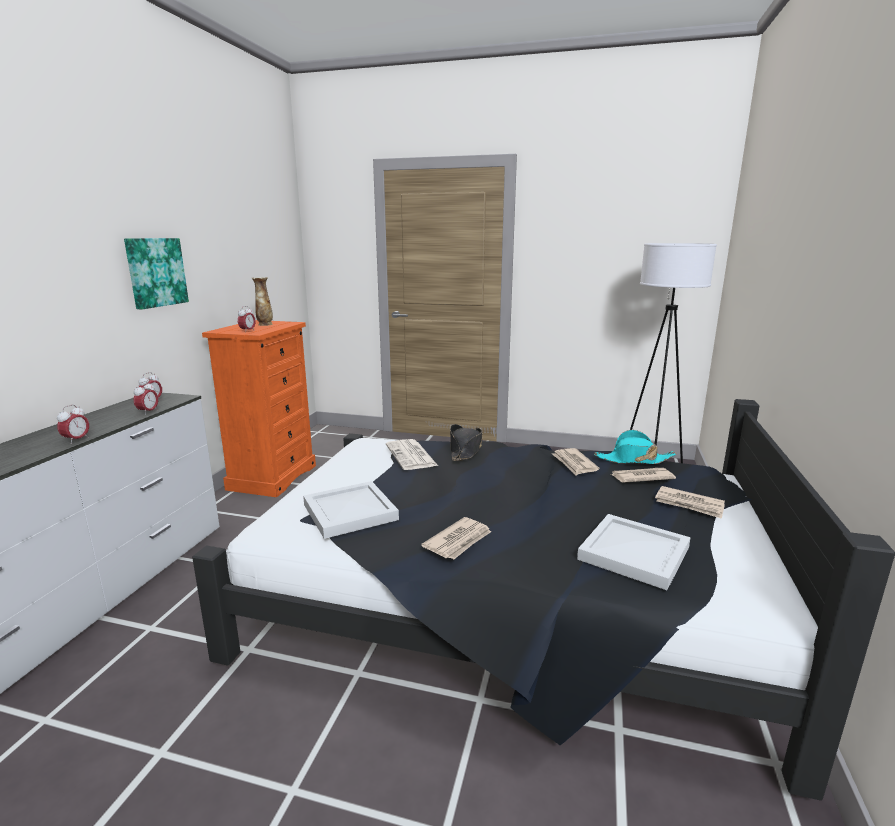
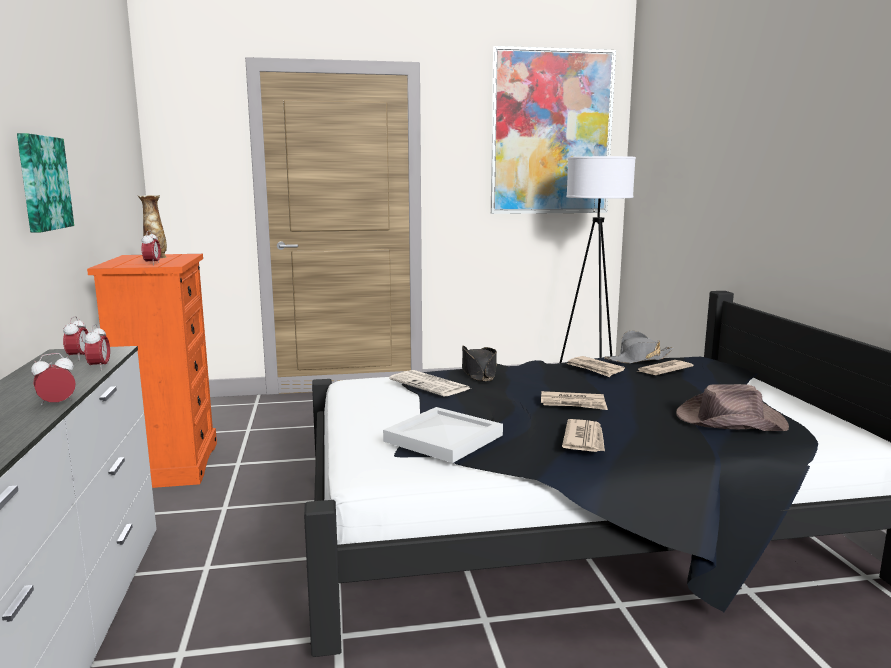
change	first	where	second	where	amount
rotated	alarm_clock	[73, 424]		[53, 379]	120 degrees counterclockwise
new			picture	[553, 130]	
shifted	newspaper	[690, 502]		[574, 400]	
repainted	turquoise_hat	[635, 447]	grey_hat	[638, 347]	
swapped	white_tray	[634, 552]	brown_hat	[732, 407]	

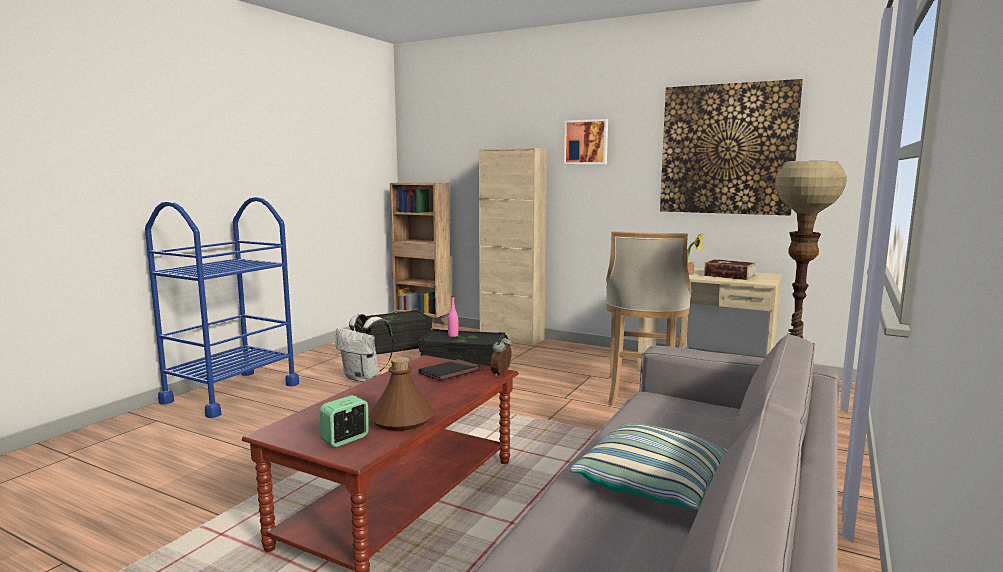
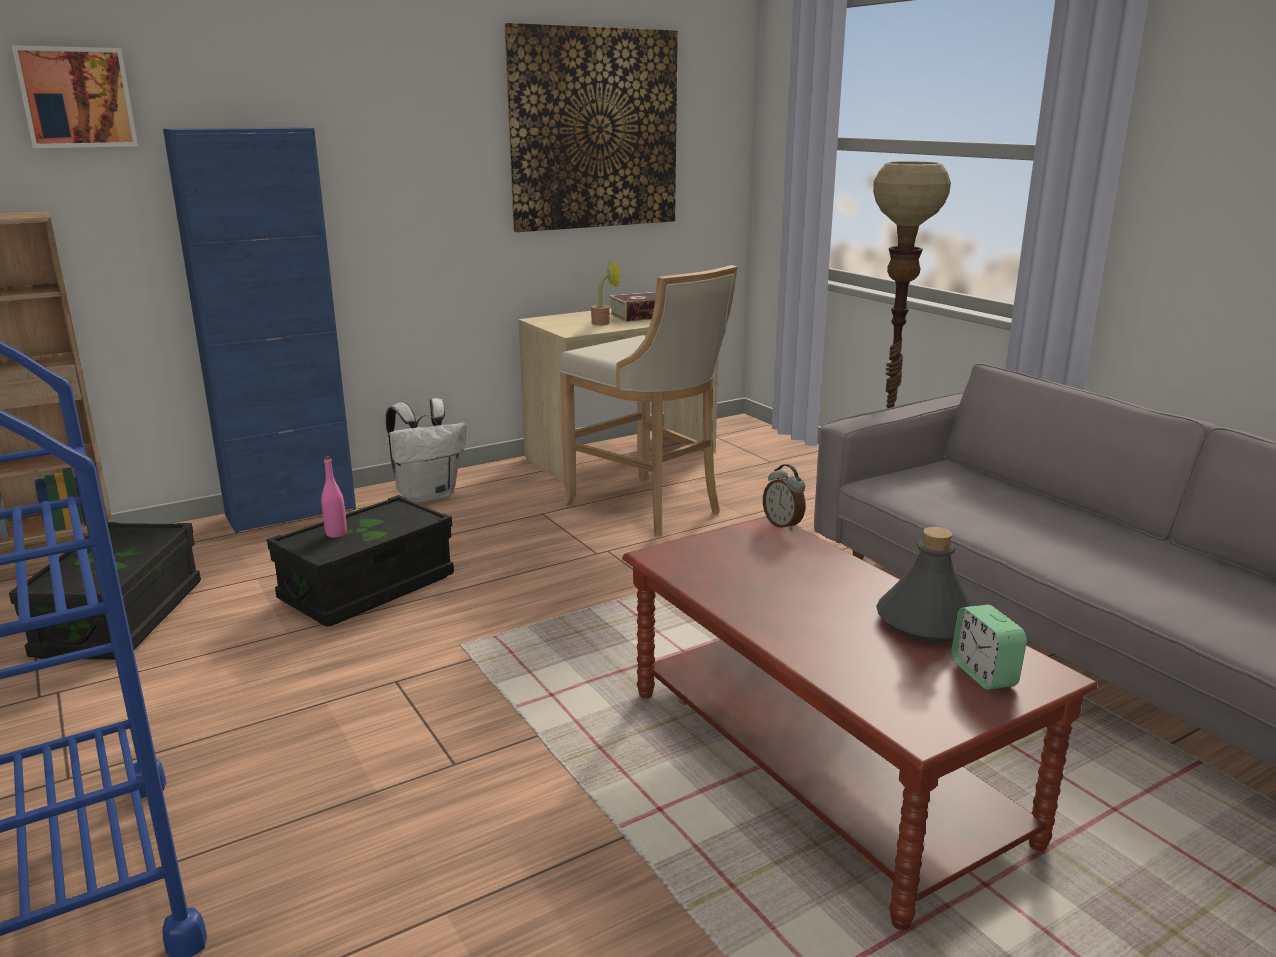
change	first	where	second	where	amount
shifted	picture	[586, 141]		[75, 96]	
repainted	beige_cabinet	[512, 247]	blue_cabinet	[259, 330]	
shifted	white_backpack	[364, 348]		[426, 451]	
repainted	brown_bottle	[401, 394]	grey_bottle	[925, 585]	
gone	black_book	[449, 370]			
gone	pillow	[649, 466]			

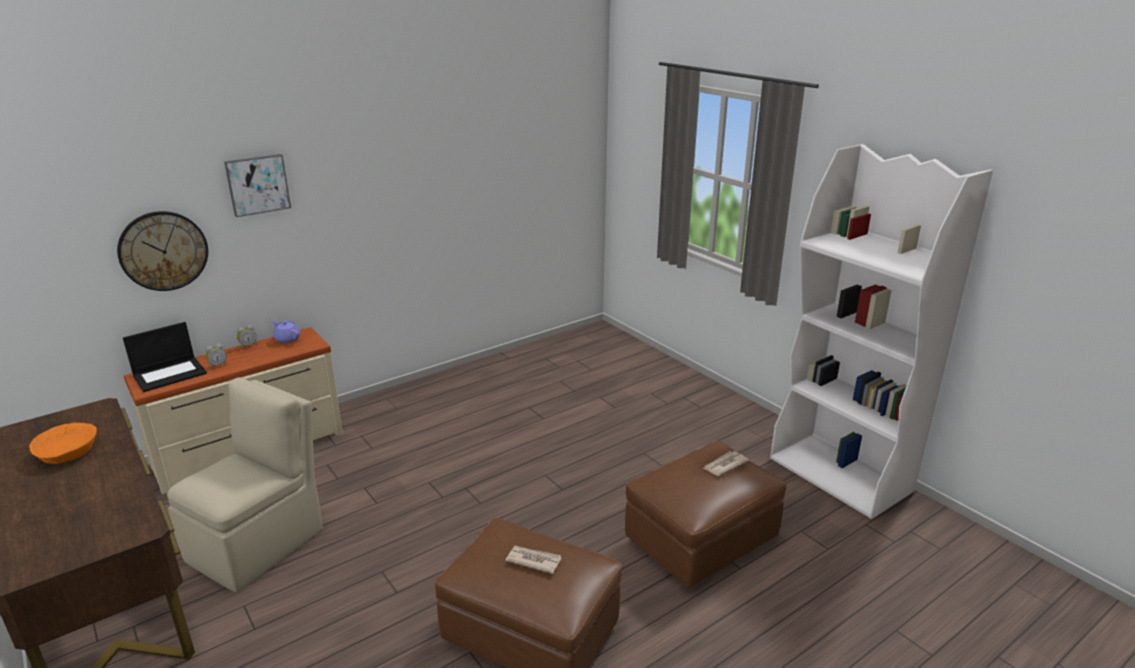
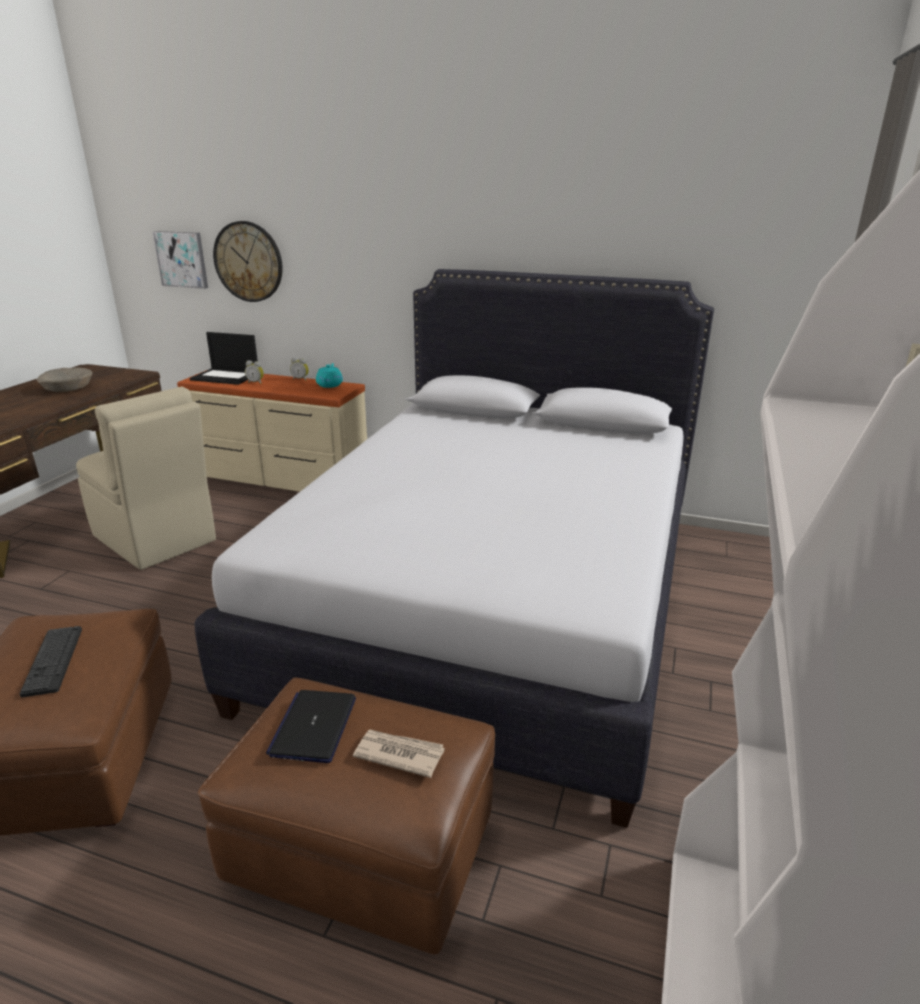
change	first	where	second	where	amount
swapped	newspaper	[533, 560]	keyboard	[50, 661]	
repainted	orange_bowl	[63, 443]	beige_bowl	[65, 379]	
rotated	beige_chair	[245, 484]		[146, 478]	45 degrees clockwise
shifted	picture	[257, 185]		[180, 260]	
new			white_bed	[454, 548]	
new			laptop	[311, 726]	
repainted	purple_teapot	[286, 331]	turquoise_teapot	[329, 375]	

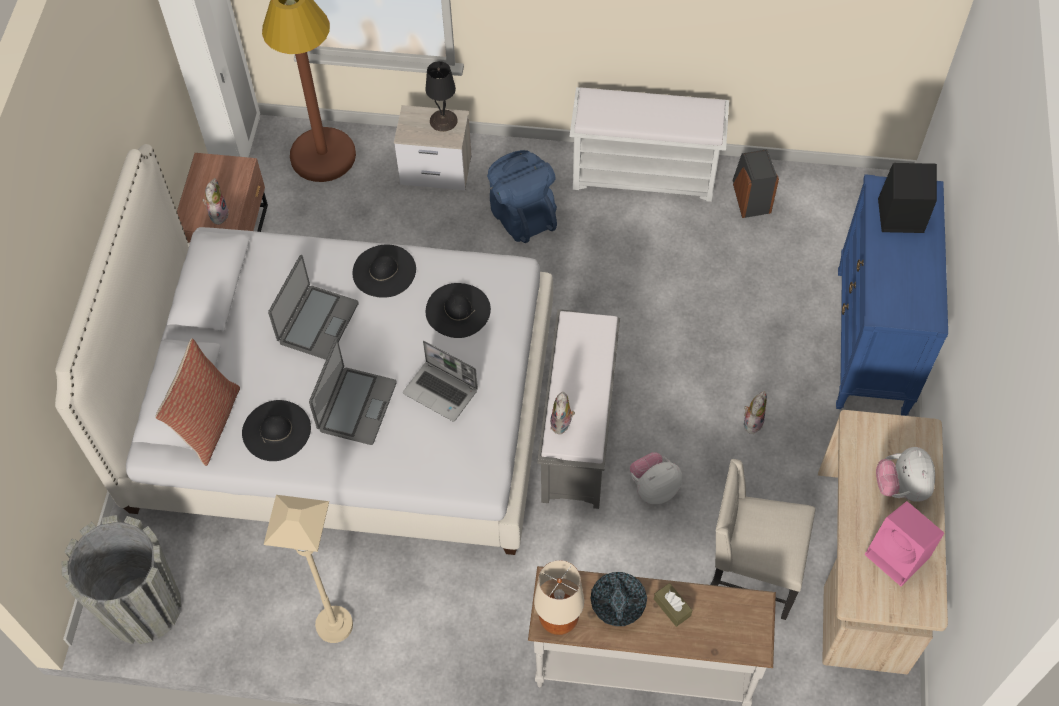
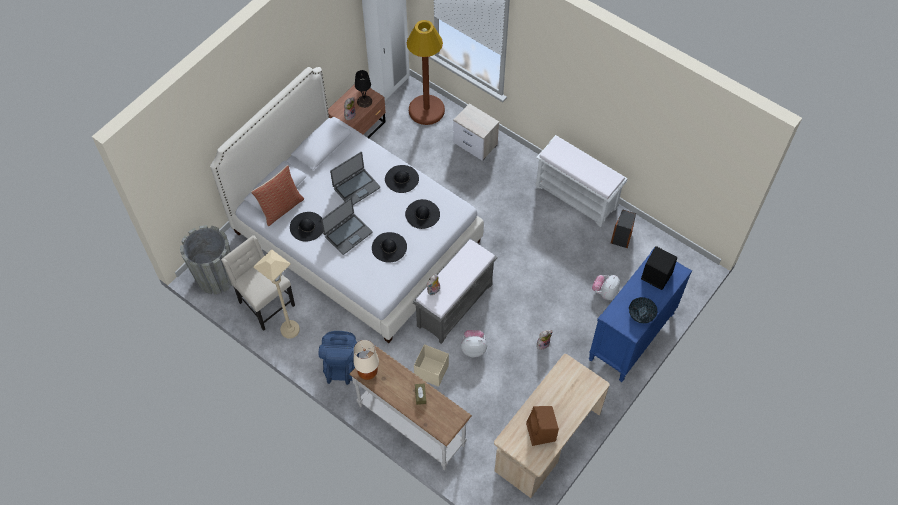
change	first	where	second	where	amount
shifted	beige_chair	[763, 539]		[258, 283]	
shifted	blue_backpack	[522, 196]		[339, 358]	
shifted	black_table_lamp	[442, 96]		[363, 89]	
swapped	laptop	[440, 381]	black_hat	[389, 247]	
new			beige_storage_box	[431, 365]	
repainted	pink_speaker	[904, 543]	brown_speaker	[542, 426]	
shifted	plush_toy	[905, 474]		[606, 287]	
shifted	bowl	[619, 599]		[643, 310]	

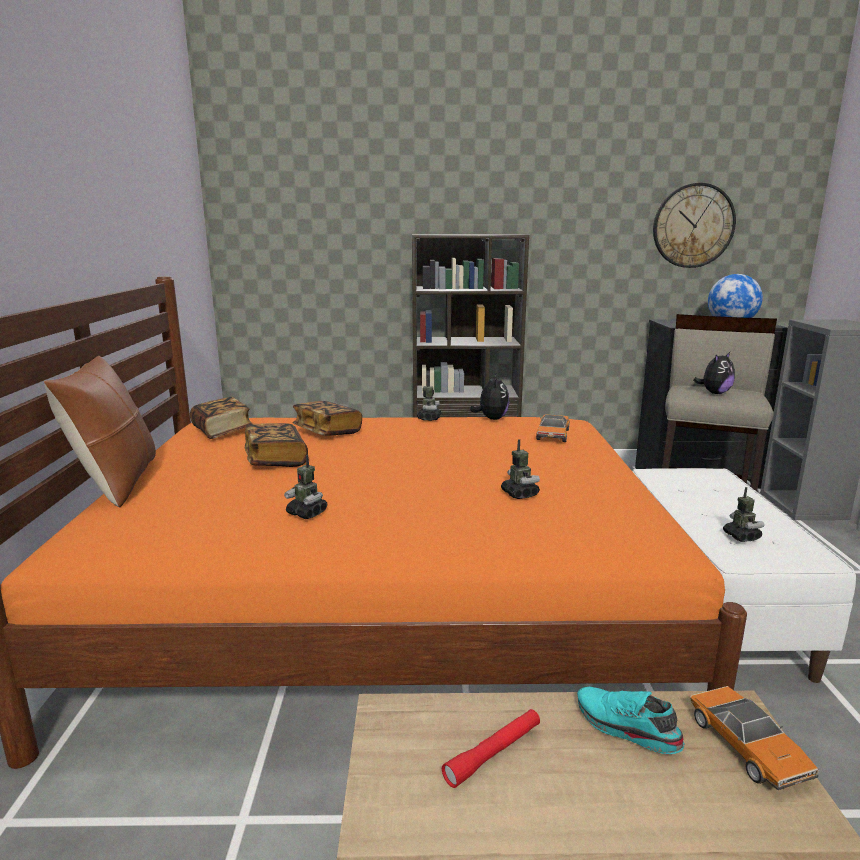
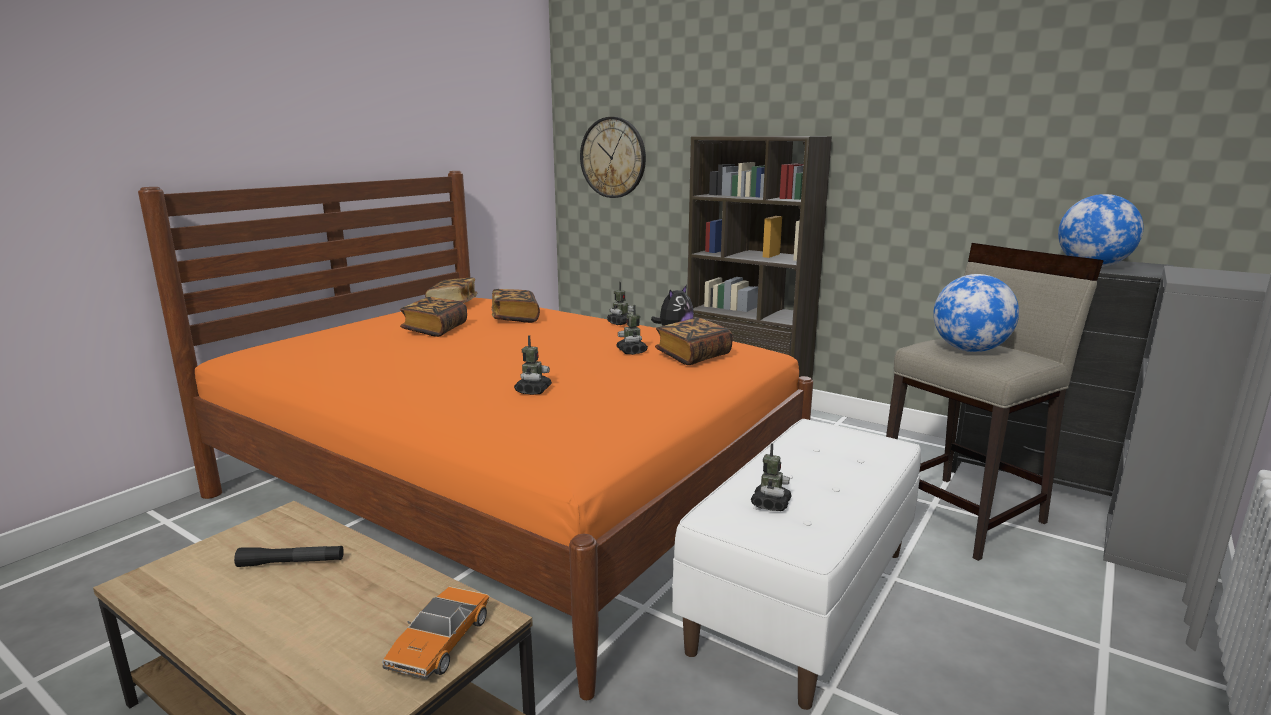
change	first	where	second	where	amount
repainted	red_flashlight	[491, 748]	black_flashlight	[289, 556]	
shifted	wall_clock	[694, 225]		[613, 157]	
shifted	toy_robot	[305, 487]		[632, 330]	
swapped	toy_car	[553, 428]	book	[694, 341]	
swapped	plush_toy	[714, 373]	globe	[976, 313]	
gone	brown_pillow	[100, 431]			
gone	turquoise_shoe	[631, 720]			

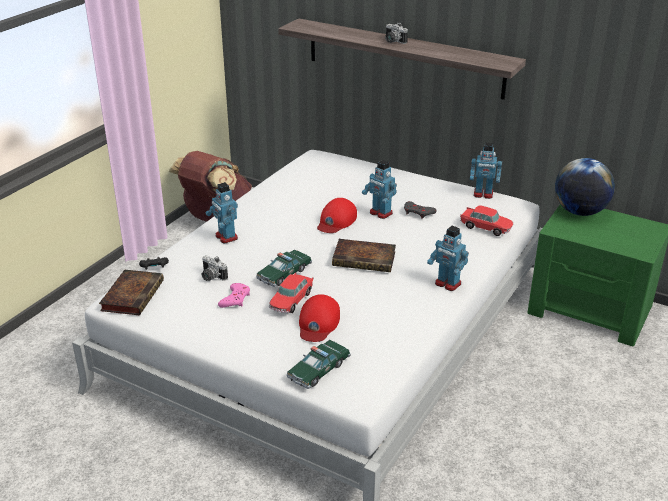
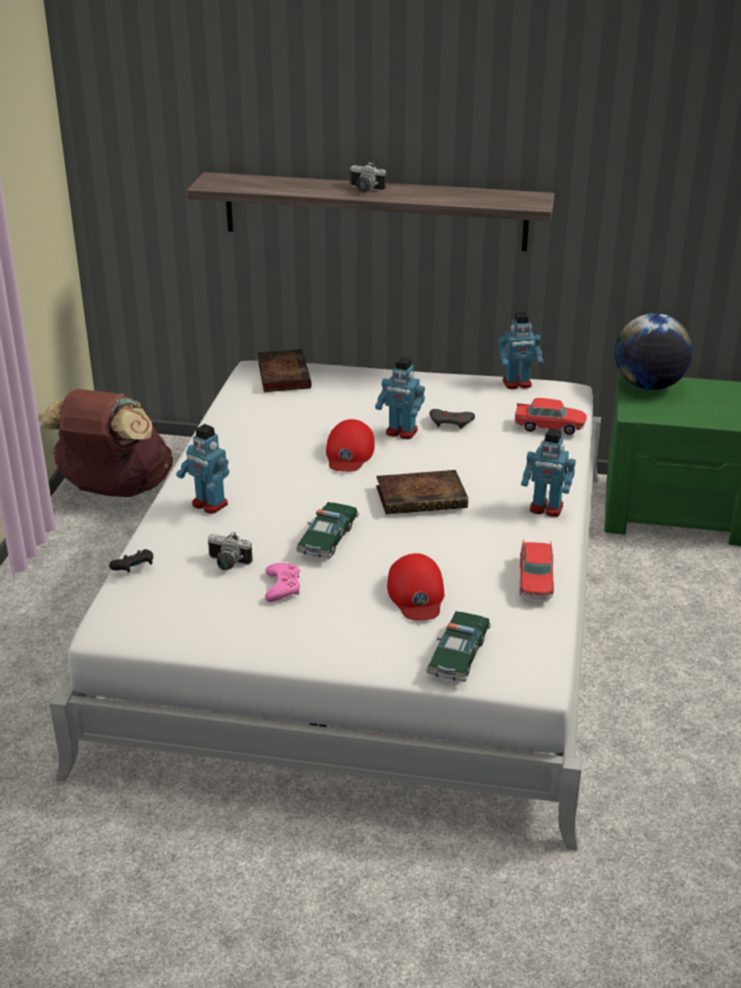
change	first	where	second	where	amount
shifted	book	[131, 292]		[285, 370]	
shifted	toy_car	[291, 293]		[536, 569]	

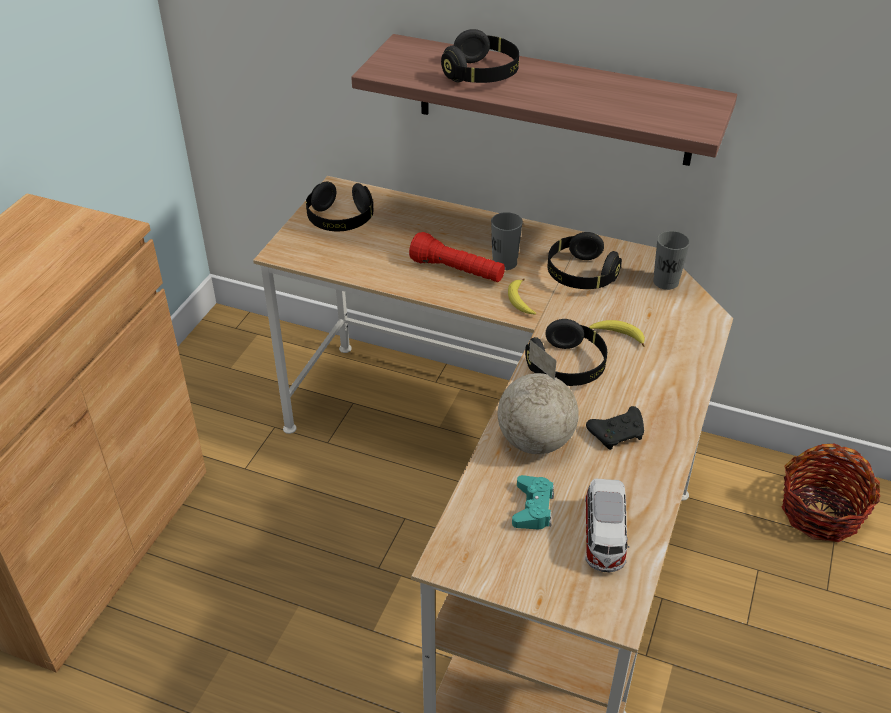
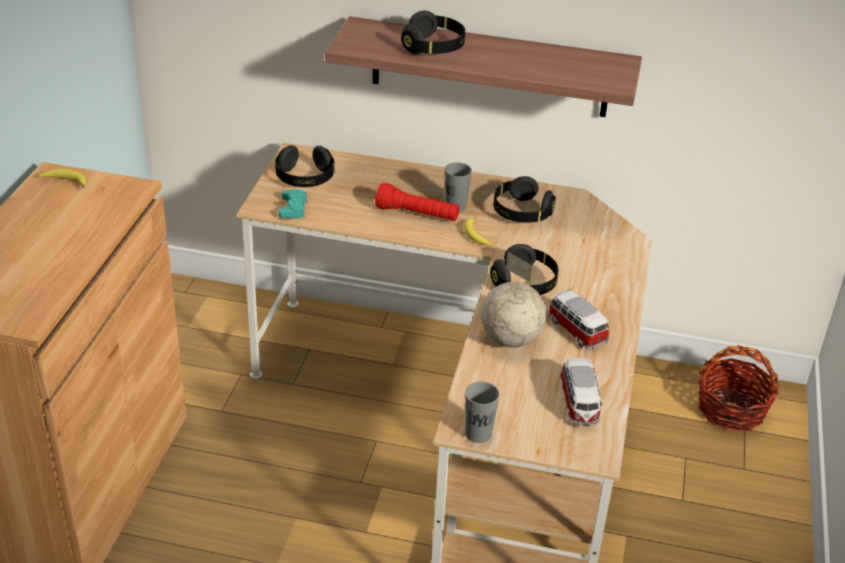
change	first	where	second	where	amount
shifted	banana	[617, 333]		[62, 178]	
shifted	turquoise_game_controller	[533, 502]		[293, 204]	
shifted	grey_cup	[671, 260]		[482, 412]	
swapped	black_game_controller	[615, 428]	toy_car	[578, 320]	

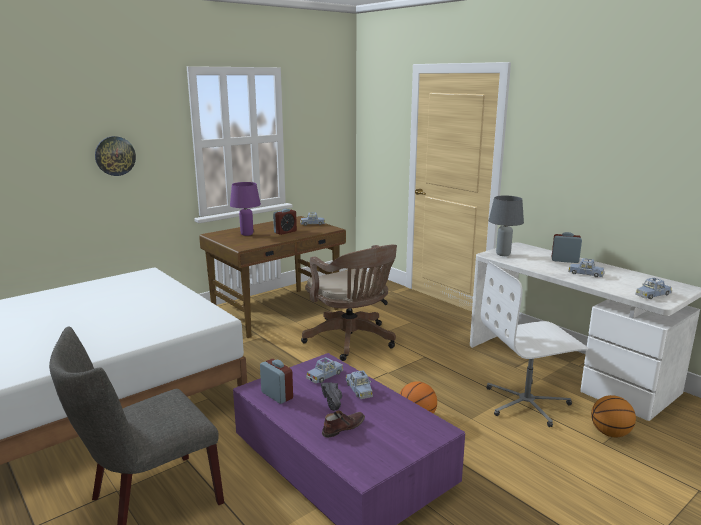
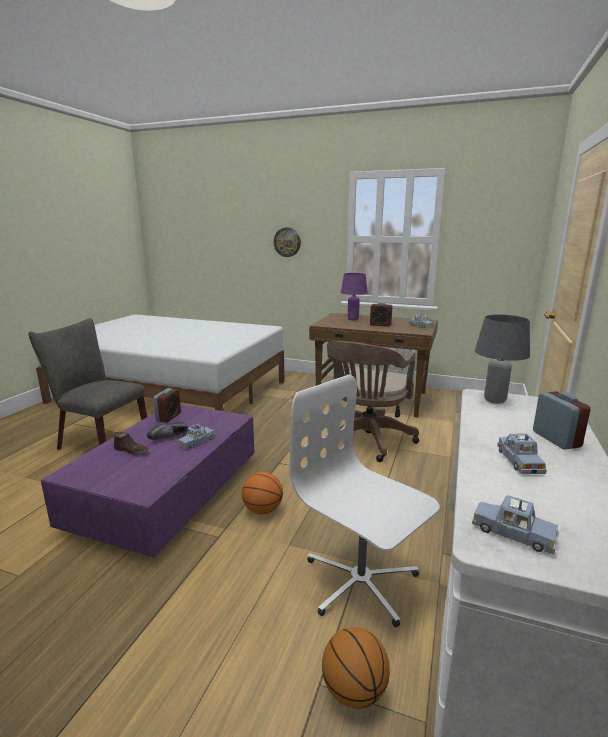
change	first	where	second	where	amount
gone	blue_toy_car	[324, 370]			

